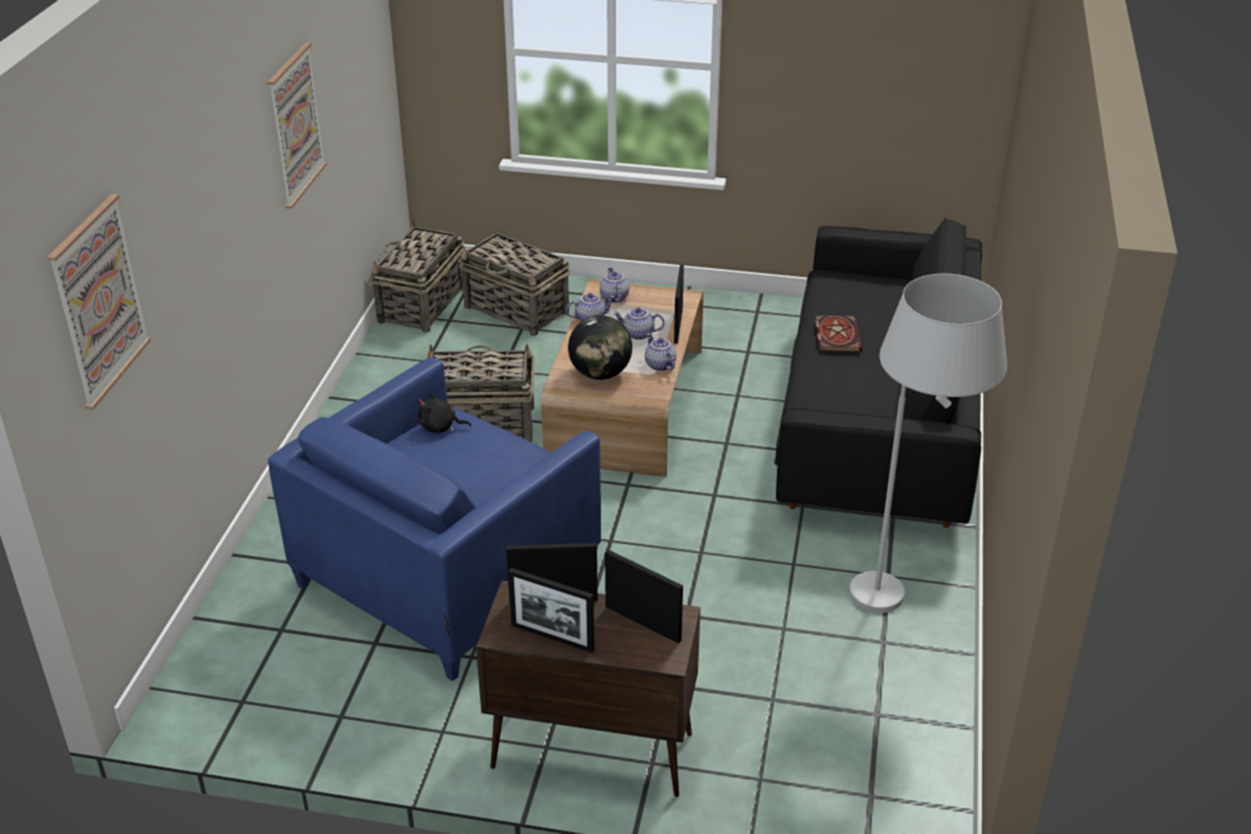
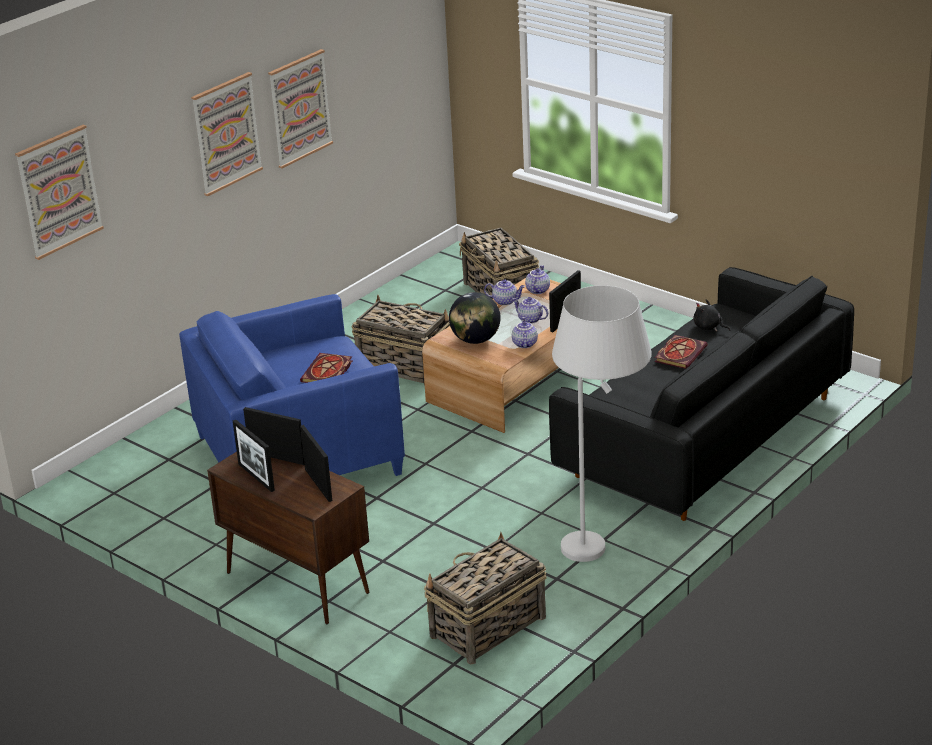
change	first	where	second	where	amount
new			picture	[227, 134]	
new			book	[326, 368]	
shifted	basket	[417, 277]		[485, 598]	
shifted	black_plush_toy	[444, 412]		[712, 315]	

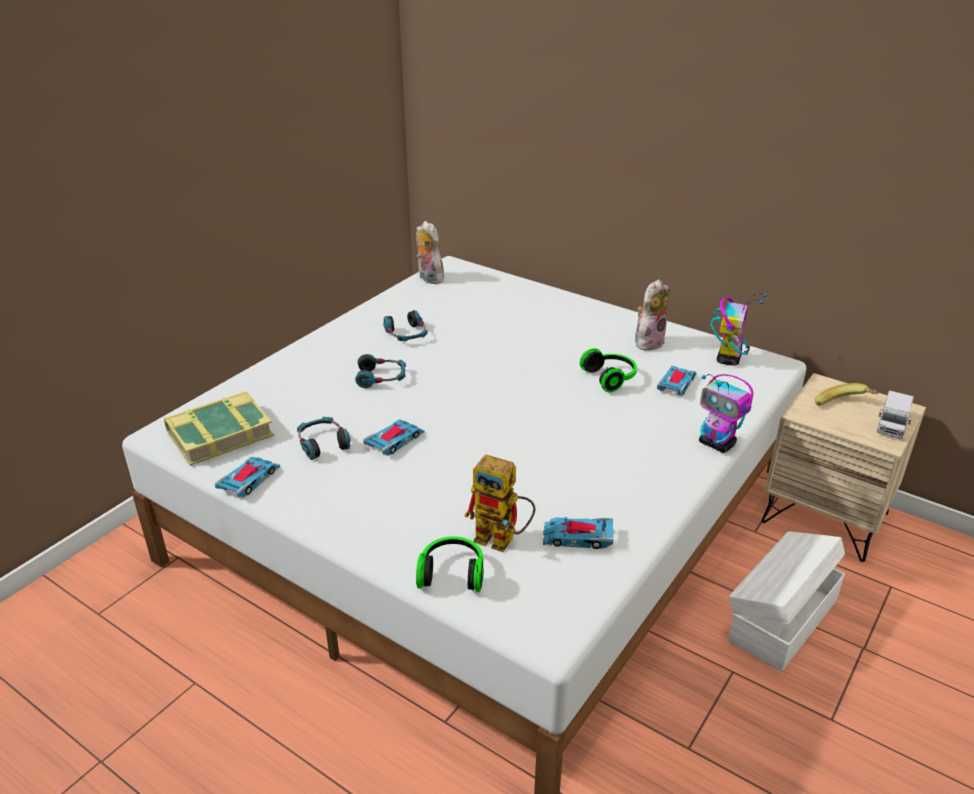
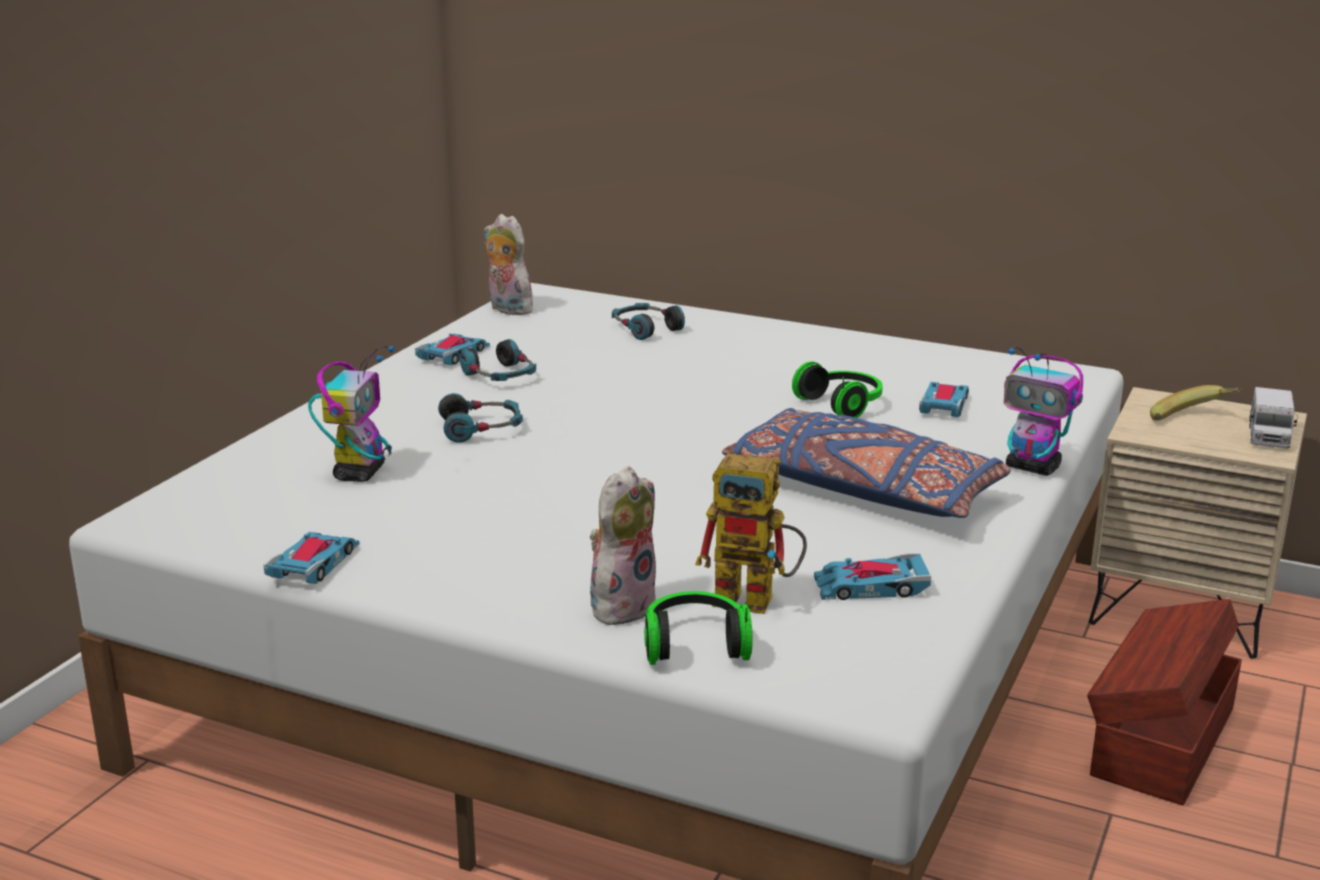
change	first	where	second	where	amount
shifted	toy_robot	[739, 329]		[351, 414]	
shifted	toy_car	[394, 437]		[452, 349]	
shifted	plush_toy	[652, 314]		[623, 546]	
shifted	headphones	[324, 438]		[648, 321]	
new			blue_pillow	[866, 463]	
repainted	white_storage_box	[786, 601]	brown_storage_box	[1164, 702]	
gone	book	[219, 428]			

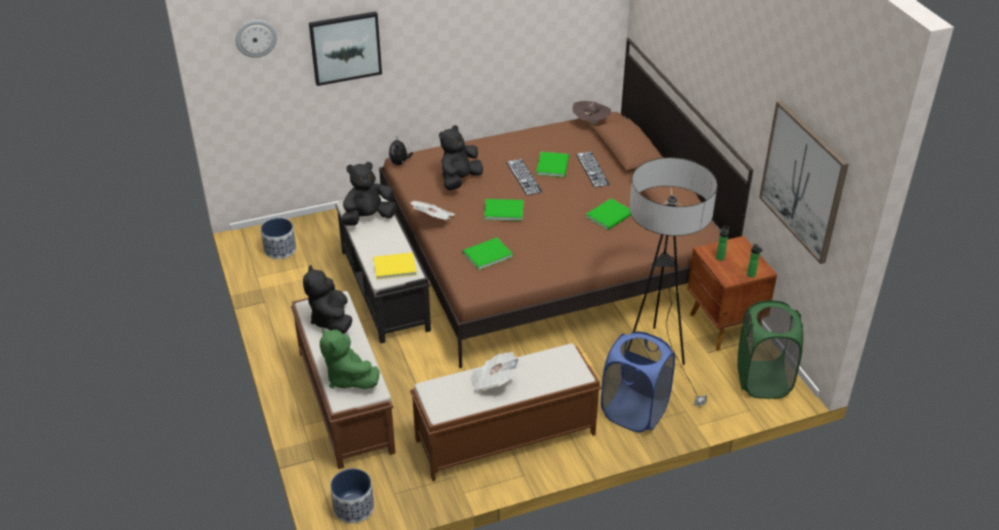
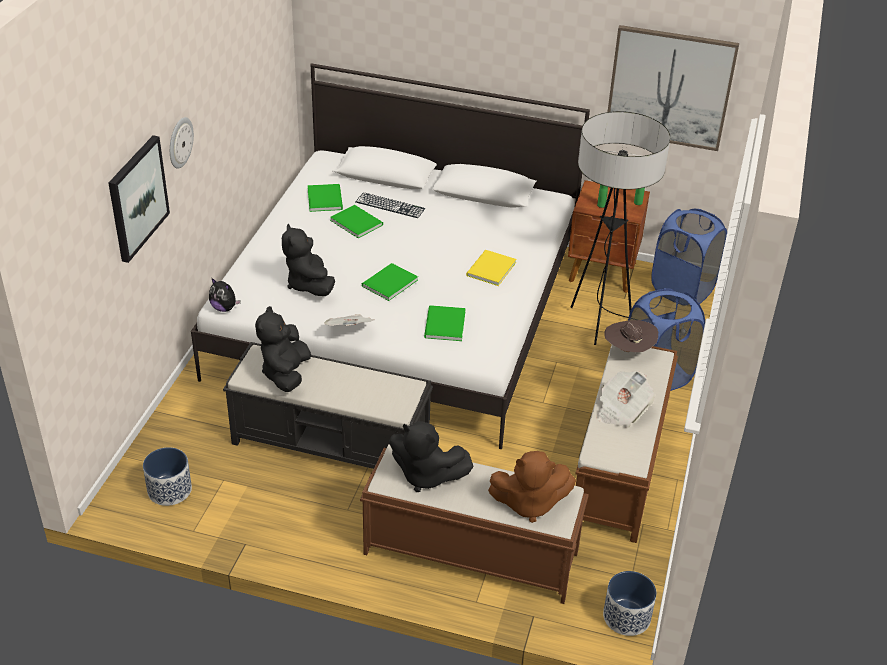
change	first	where	second	where	amount
shifted	wall_clock	[256, 39]		[182, 143]	
repainted	brown_bed	[566, 203]	white_bed	[390, 256]	
shifted	green_book	[608, 214]		[325, 198]	
shifted	yellow_book	[395, 266]		[491, 268]	
repainted	green_plush_toy	[350, 358]	brown_plush_toy	[532, 487]	
shifted	brown_hat	[591, 113]		[631, 337]	
repainted	green_laundry_basket	[770, 350]	blue_laundry_basket	[689, 256]	
gone	keyboard	[524, 177]			

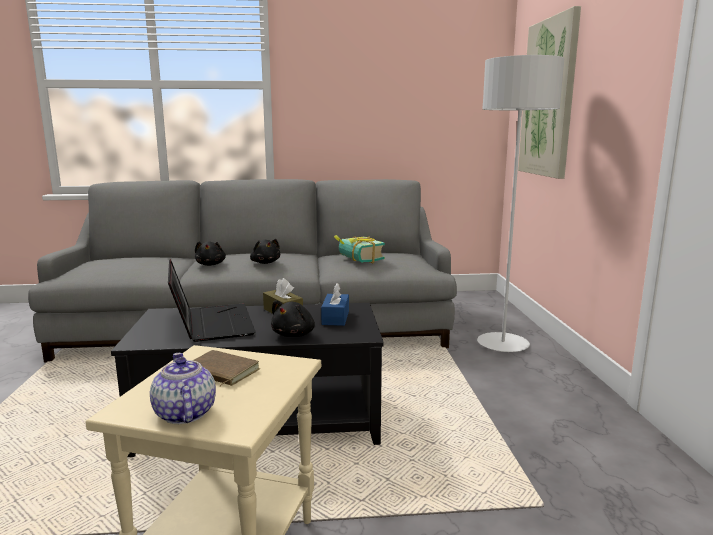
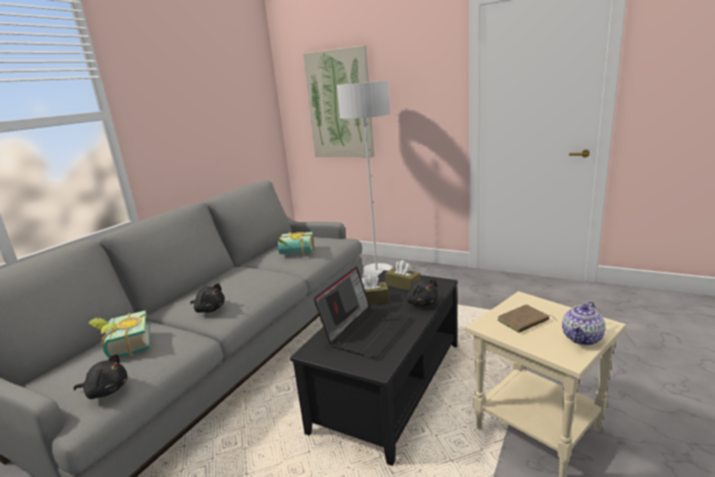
change	first	where	second	where	amount
shifted	black_plush_toy	[265, 251]		[100, 376]	
new			book	[119, 334]	
rotated	laptop	[212, 300]		[363, 312]	105 degrees clockwise
repainted	blue_tissue_box	[335, 304]	brown_tissue_box	[402, 275]	
rotated	teapot	[183, 388]		[584, 323]	60 degrees counterclockwise

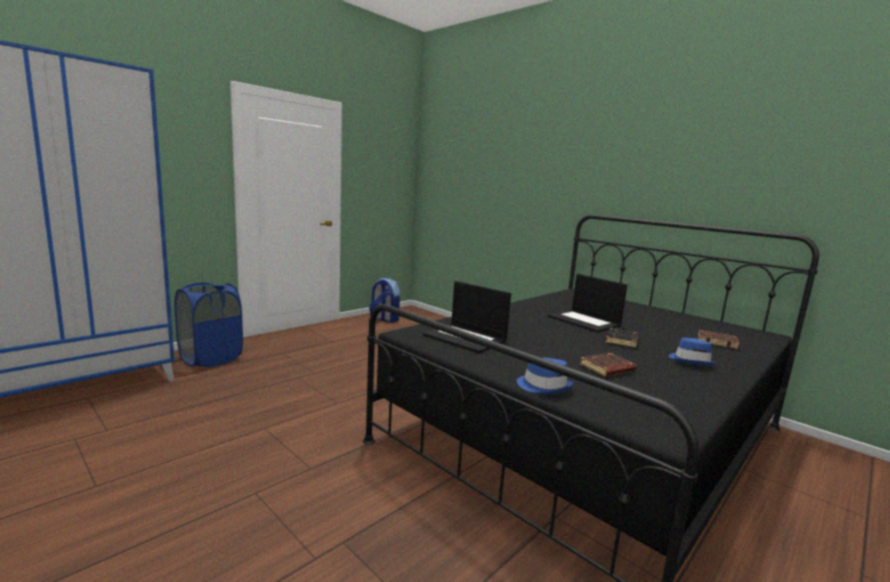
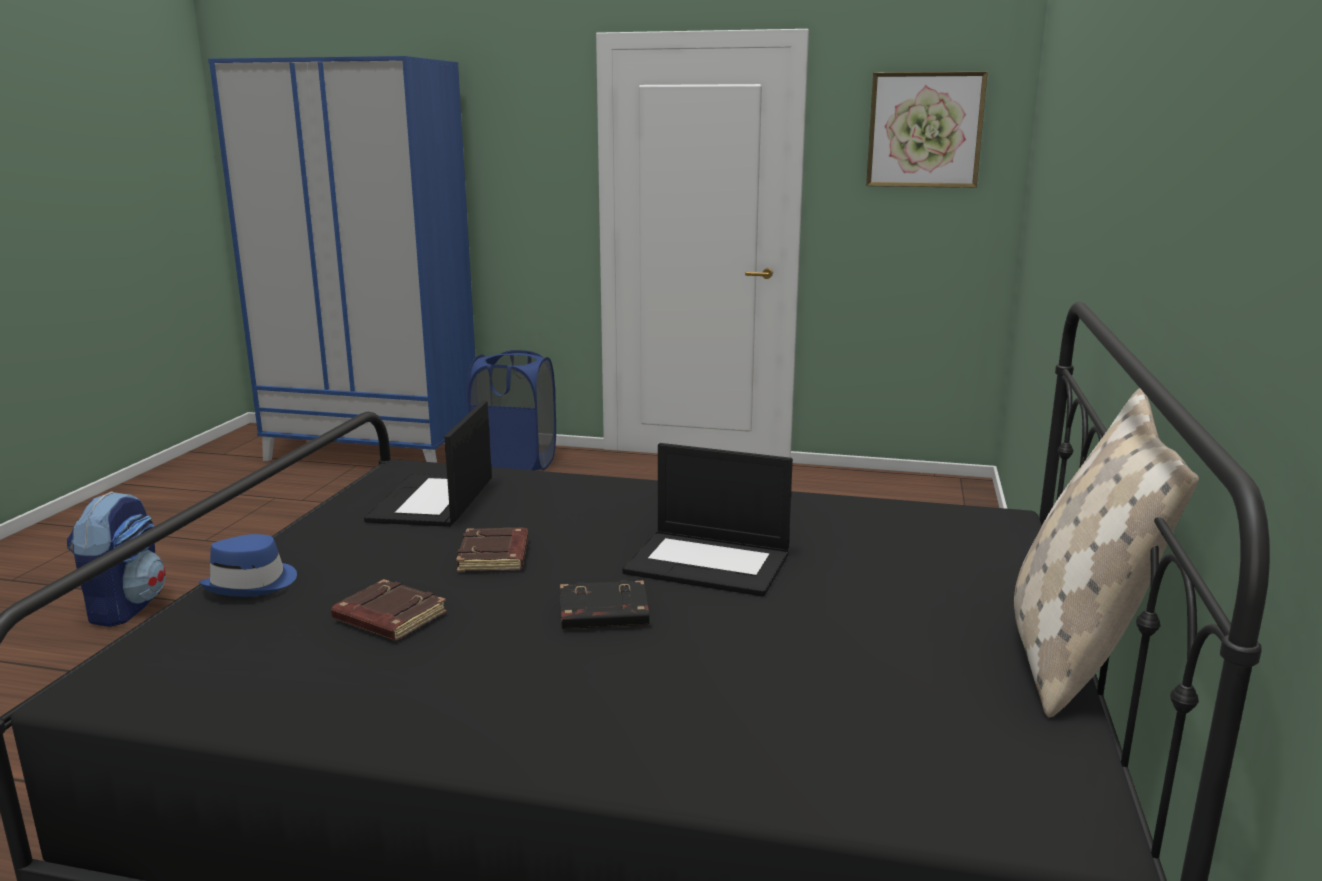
change	first	where	second	where	amount
shifted	backpack	[384, 300]		[116, 559]	
shifted	brown_book	[718, 339]		[492, 550]	
rotated	laptop	[587, 303]		[707, 520]	90 degrees counterclockwise
new			picture	[927, 129]	
new			beige_pillow	[1106, 552]	
gone	blue_hat	[692, 351]			

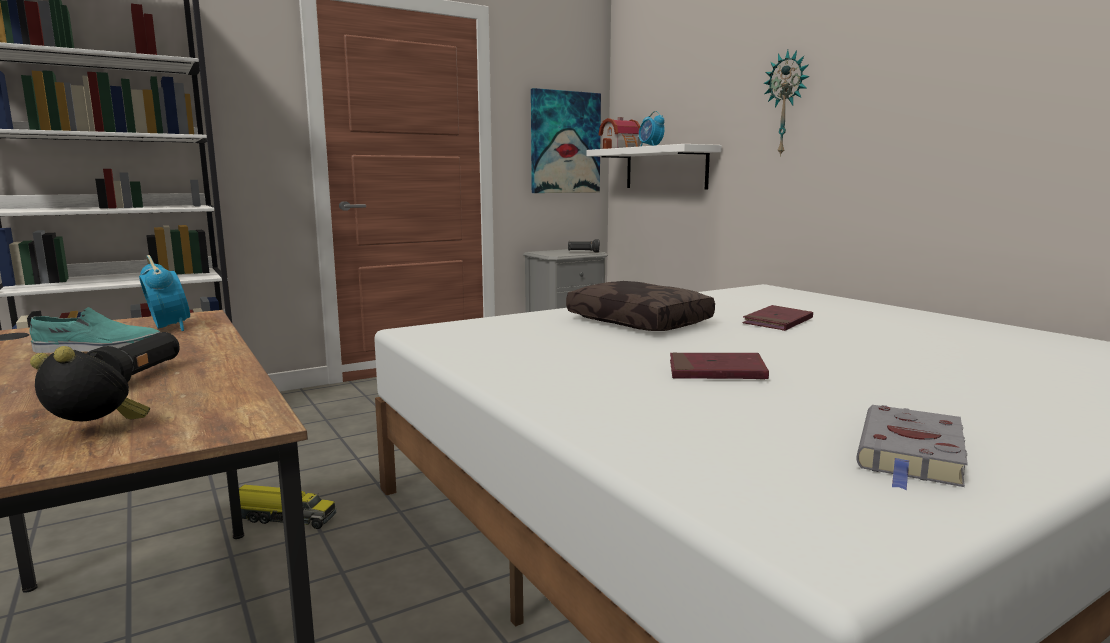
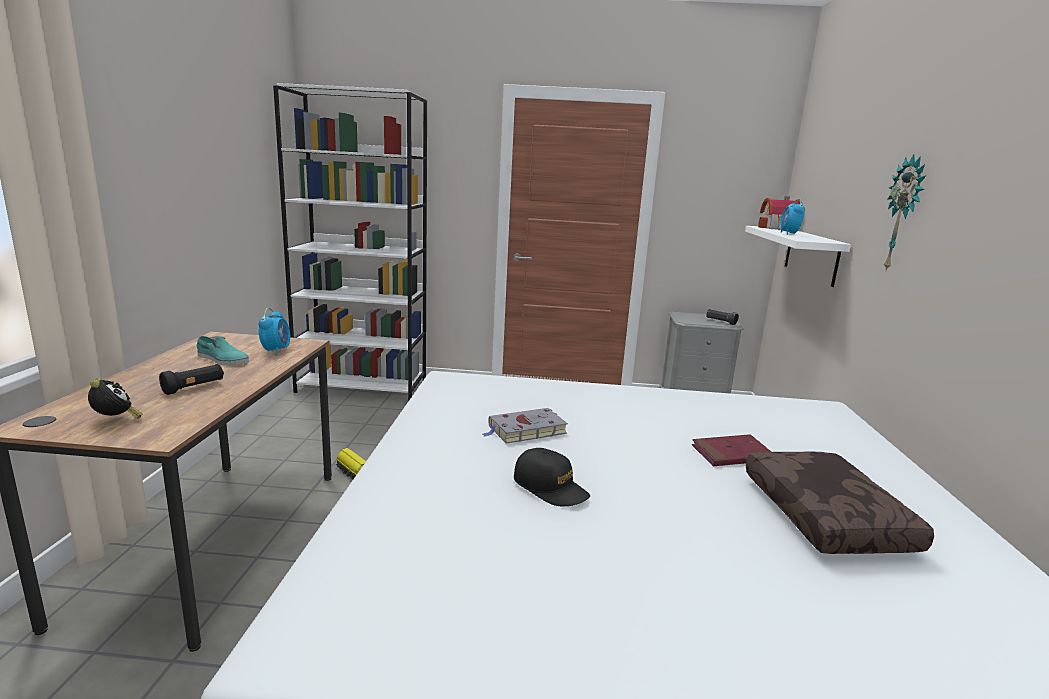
change	first	where	second	where	amount
shifted	grey_book	[912, 447]		[525, 426]	
swapped	red_book	[719, 366]	black_cap	[552, 477]	
shifted	brown_pillow	[640, 306]		[840, 503]	
gone	picture	[566, 140]			

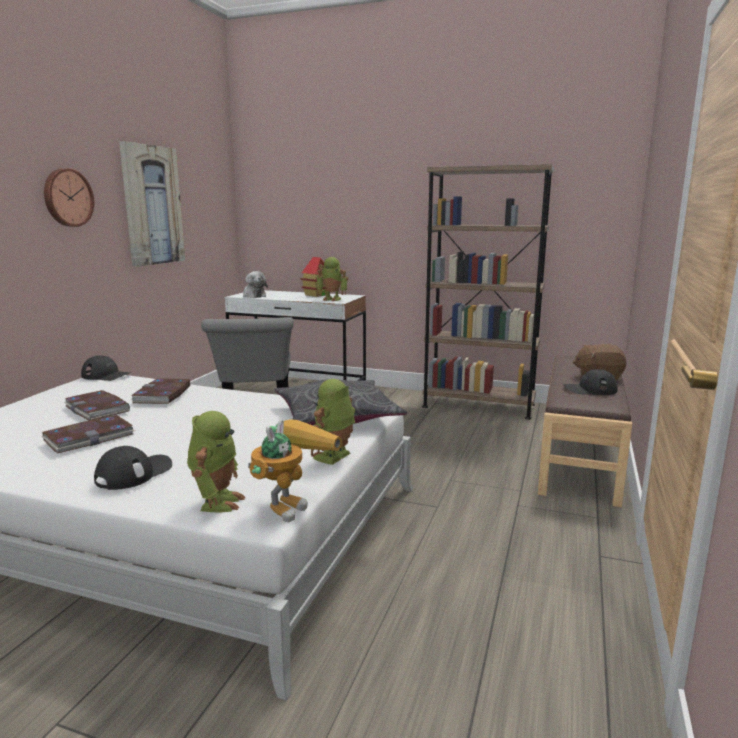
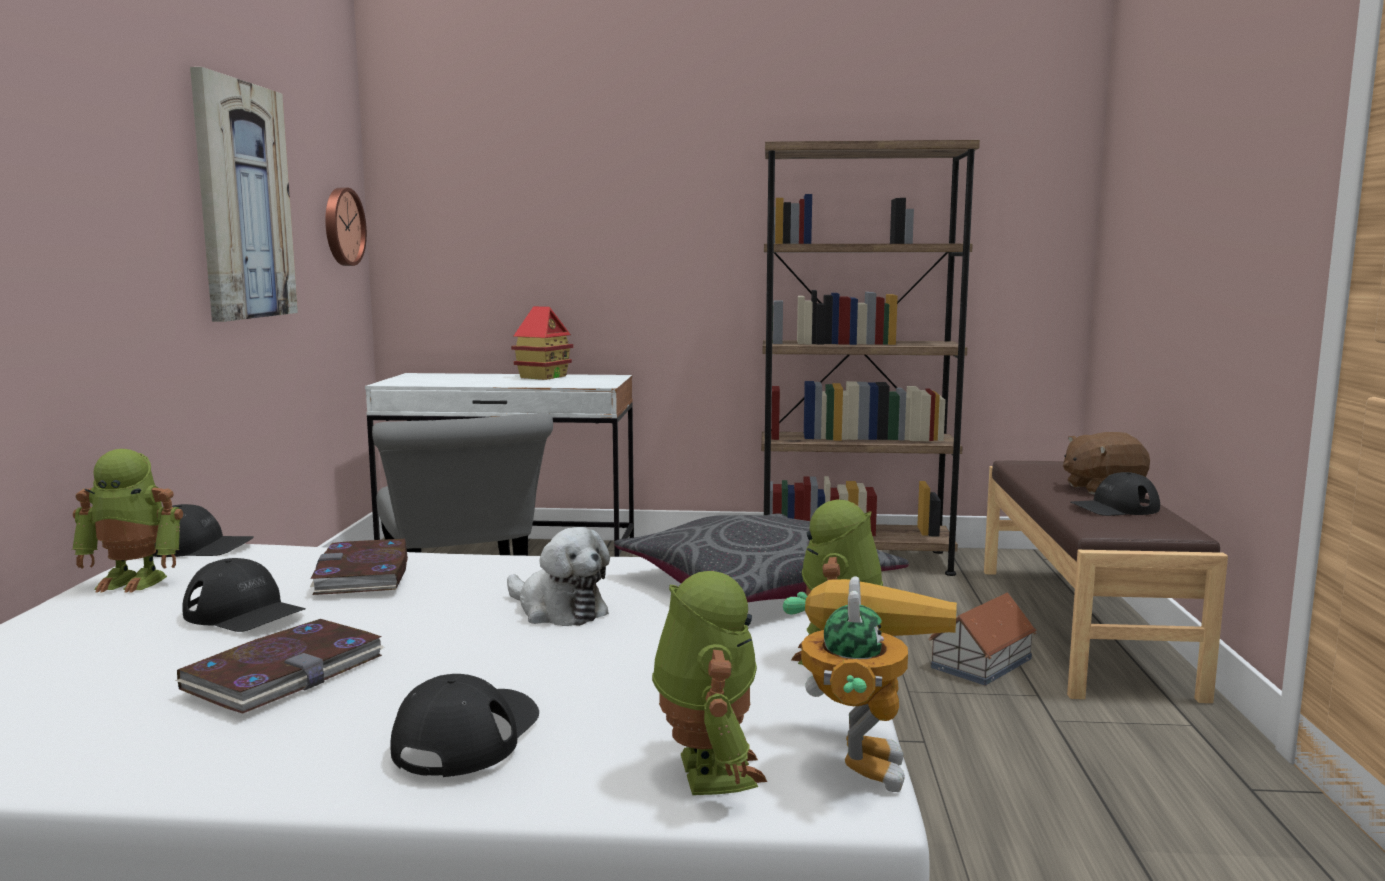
change	first	where	second	where	amount
shifted	toy_robot	[332, 279]		[128, 520]	
swapped	book	[97, 405]	black_cap	[244, 595]	
shifted	wall_clock	[69, 197]		[346, 227]	
shifted	plush_toy	[255, 284]		[558, 576]	
new			toy_house	[982, 638]	

